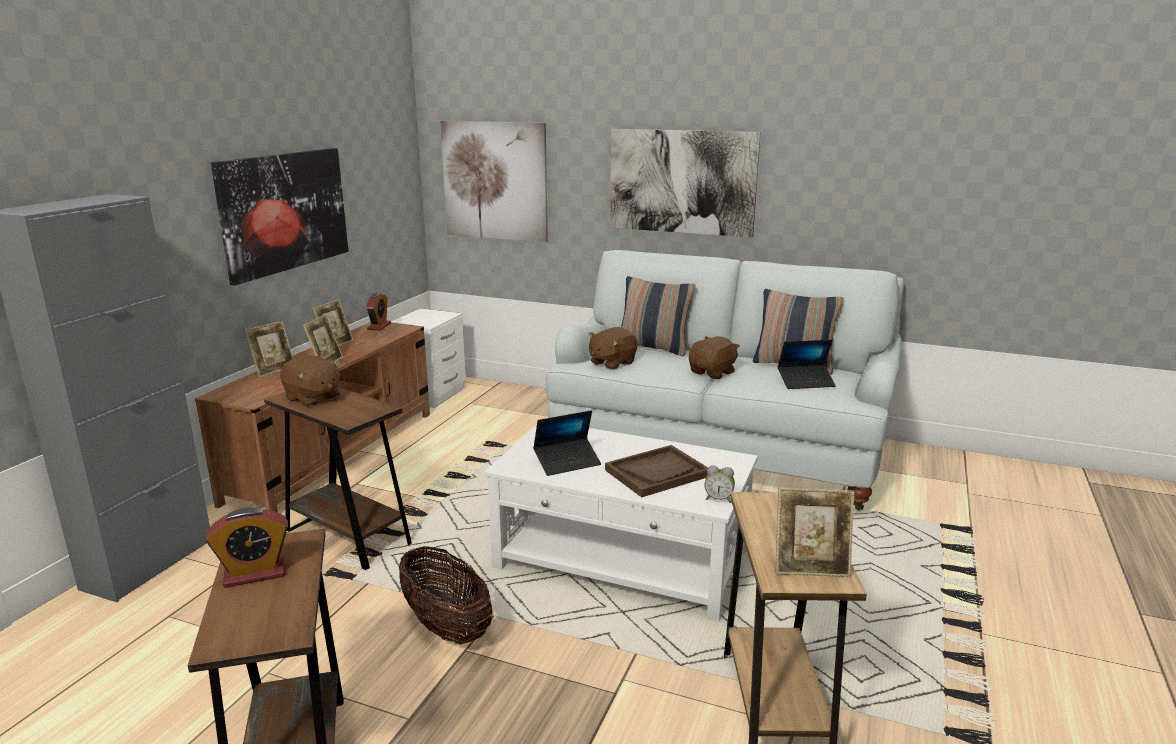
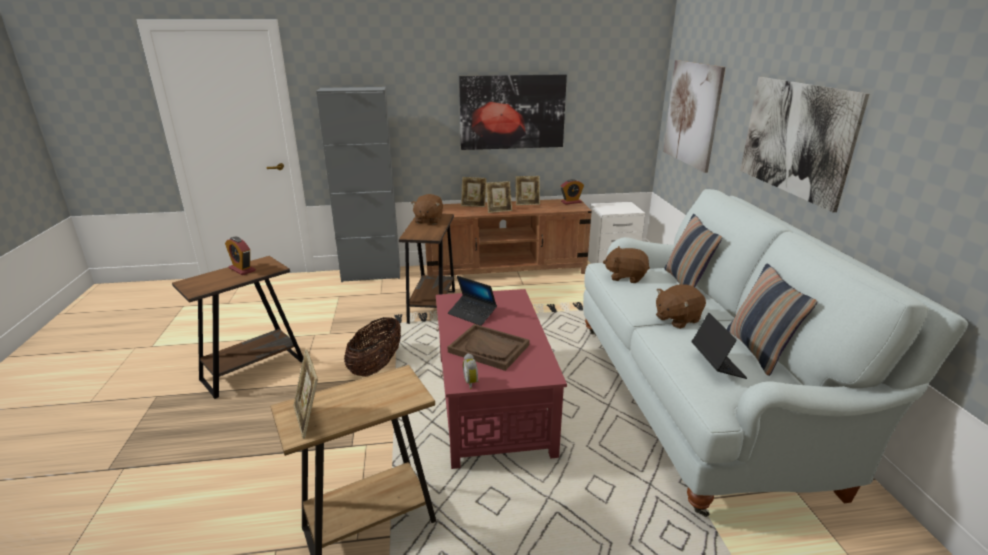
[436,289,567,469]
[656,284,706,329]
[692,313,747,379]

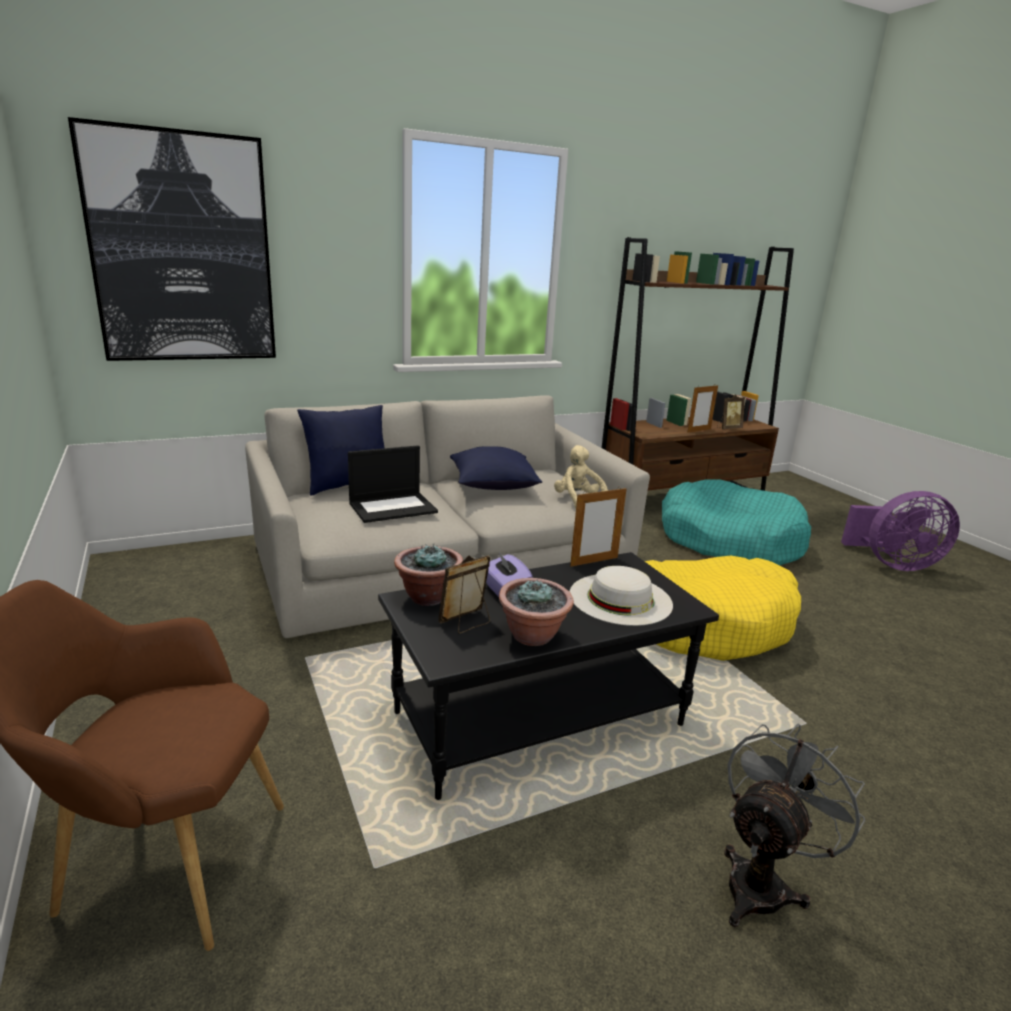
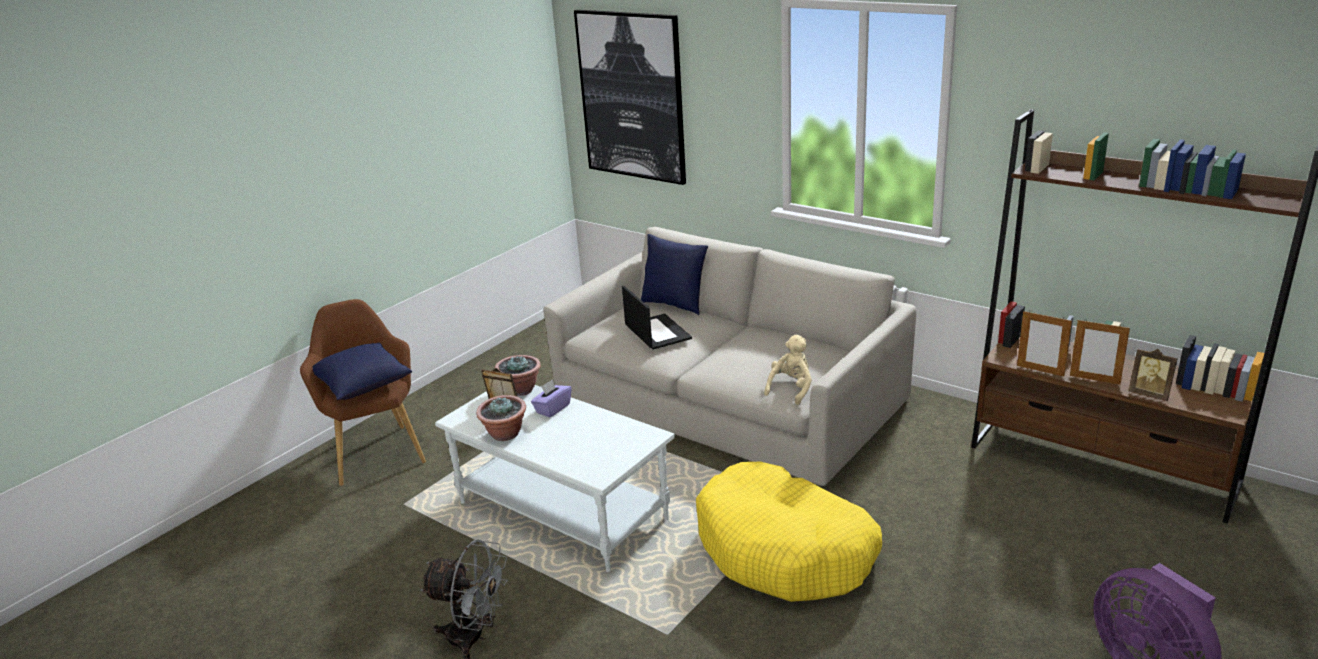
[313,343,412,400]
[435,385,675,572]
[622,286,692,350]
[1017,310,1072,376]
[570,566,673,626] (first image)
[662,479,811,565] (first image)

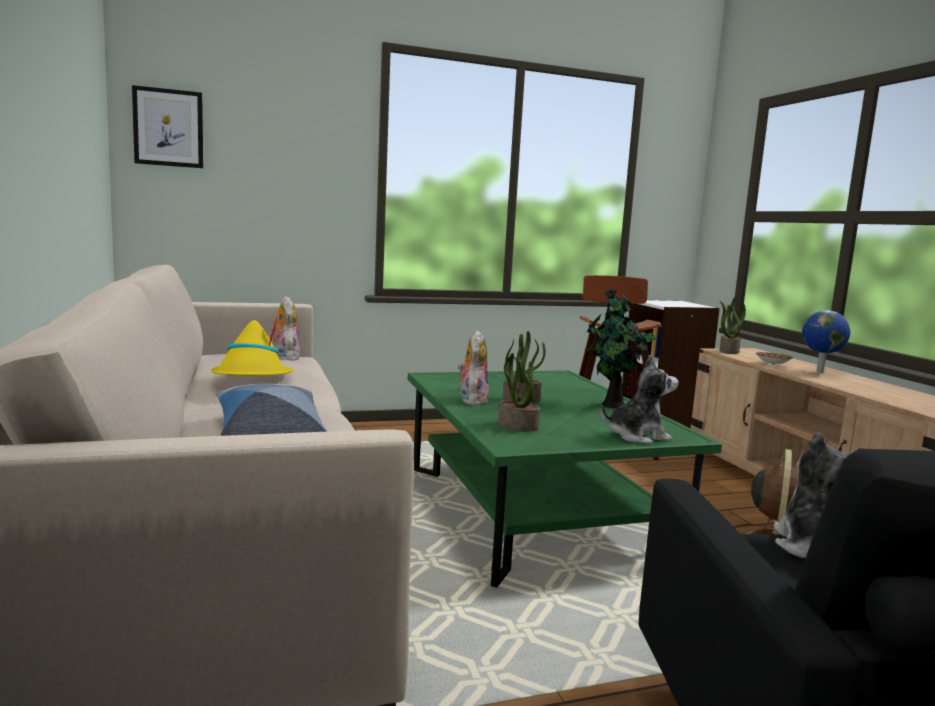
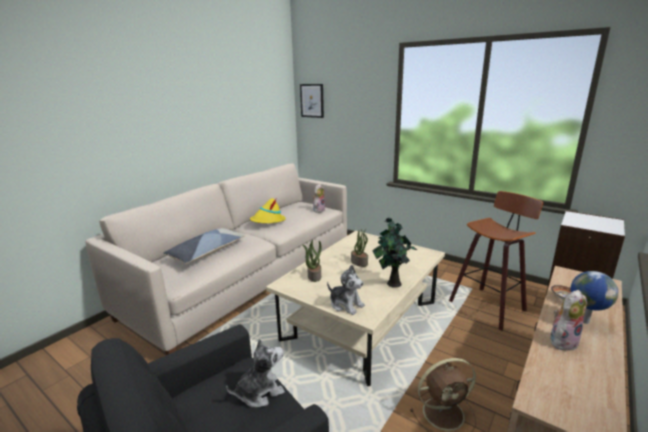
[266,231,445,386]
[550,290,587,351]
[719,297,746,354] (first image)

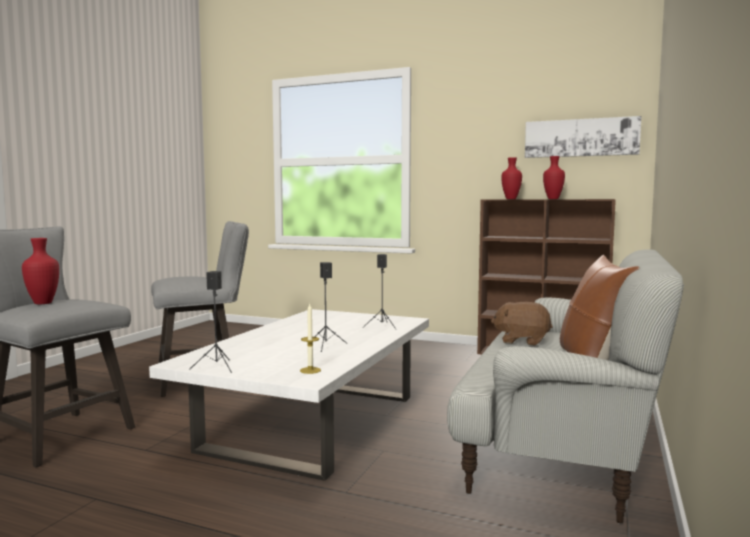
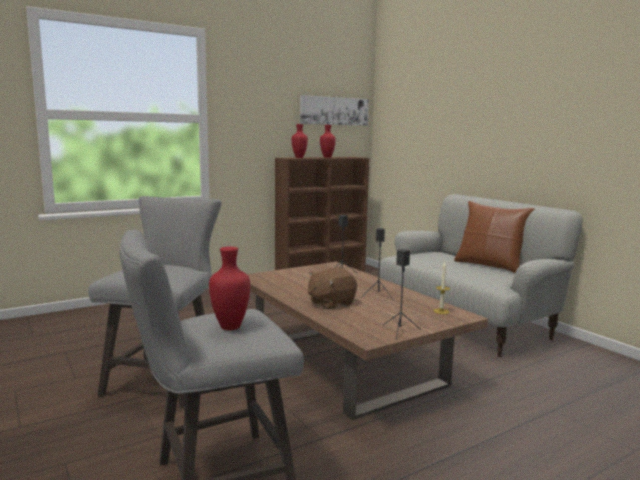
[247,262,488,420]
[308,268,357,310]

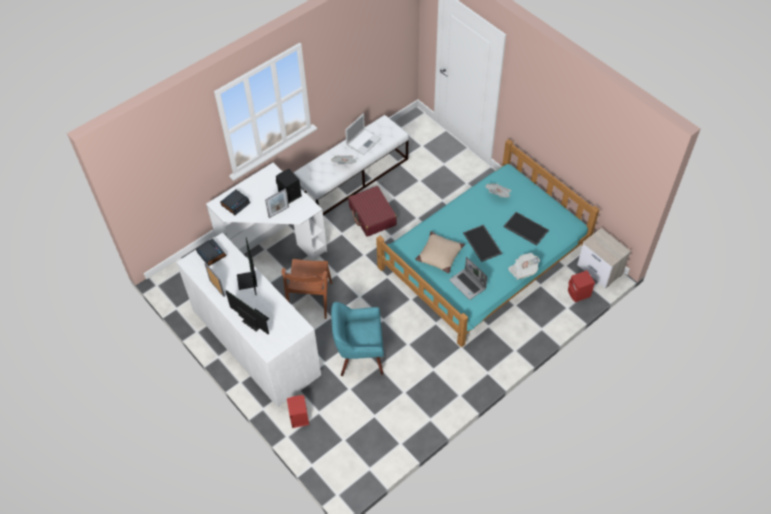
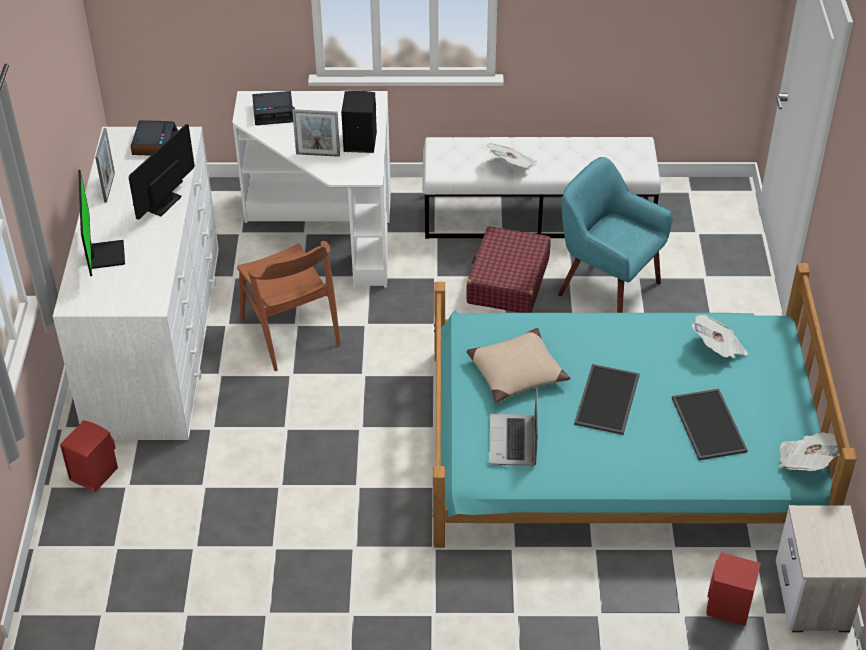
[237,241,341,371]
[558,157,672,313]
[779,432,840,471]
[345,114,381,155] (first image)

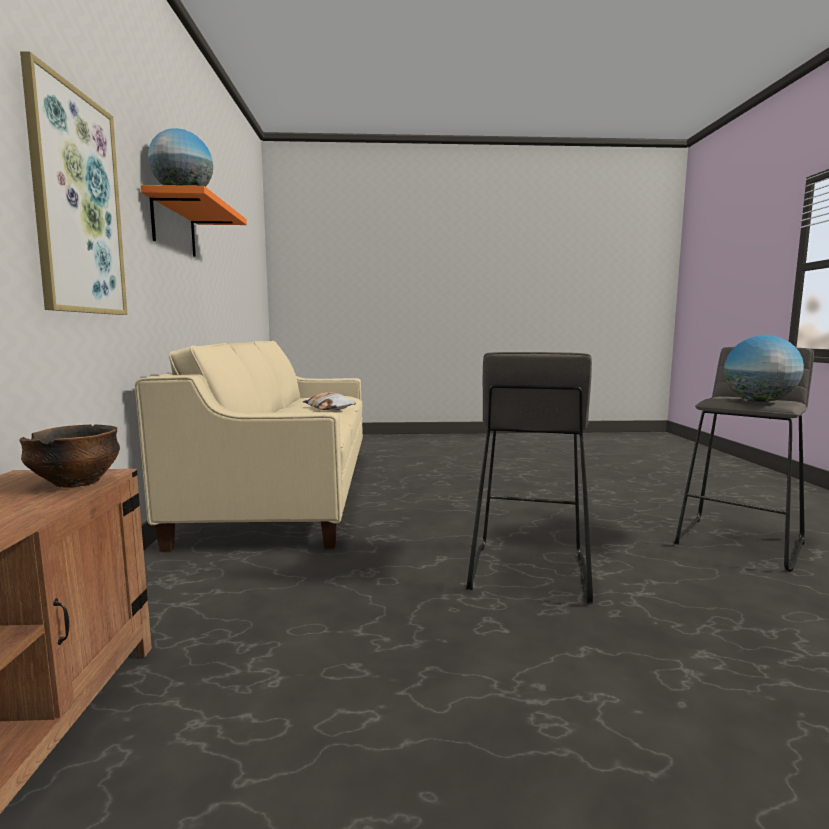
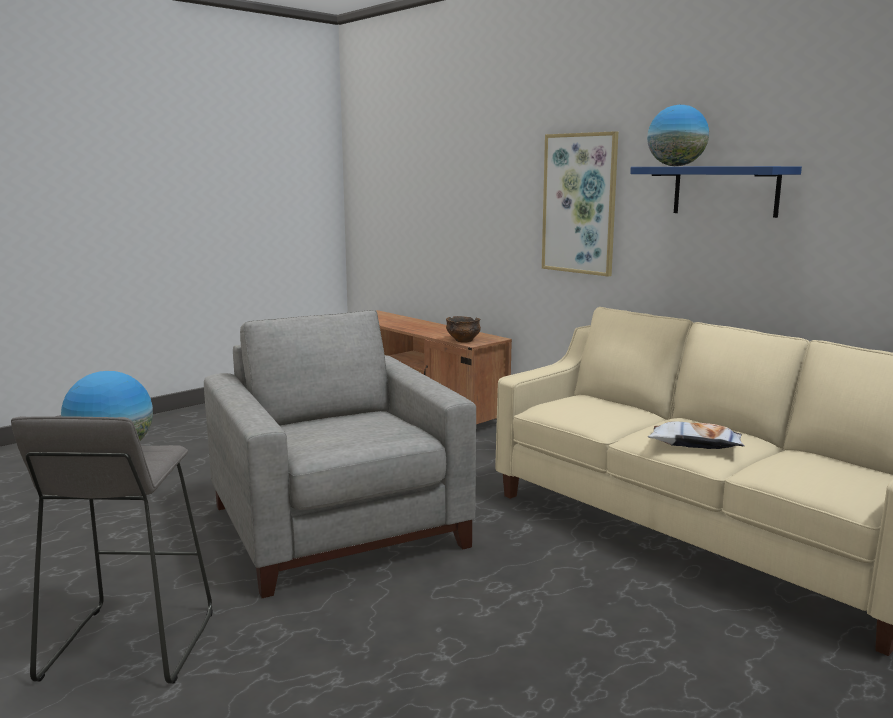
[204,310,476,598]
[630,166,802,218]

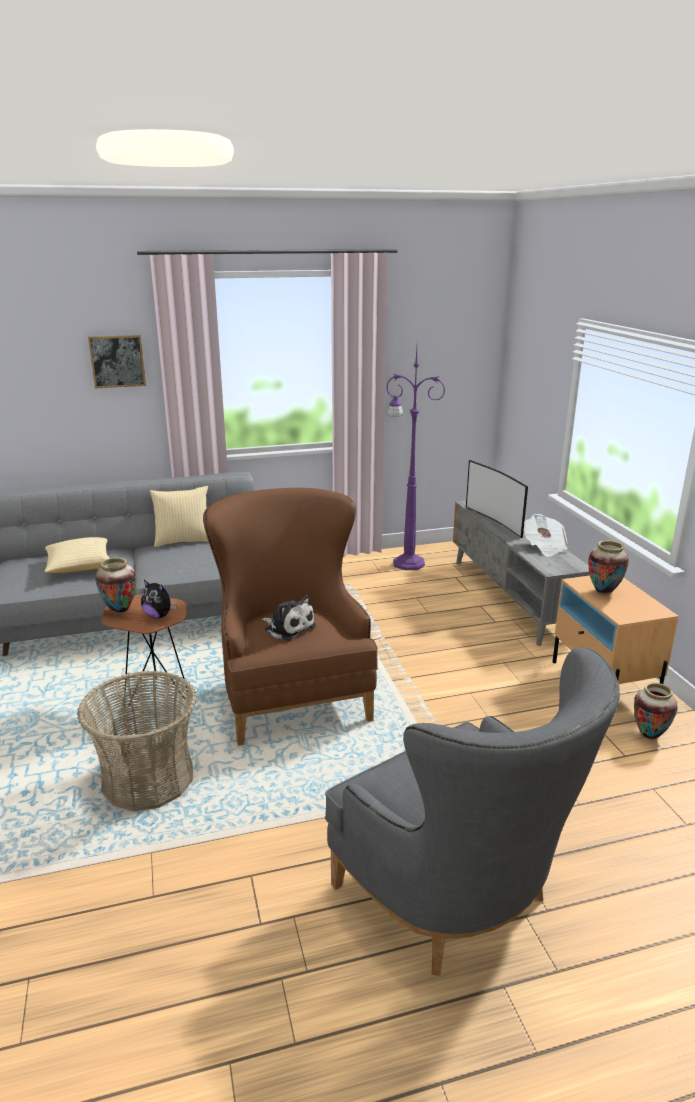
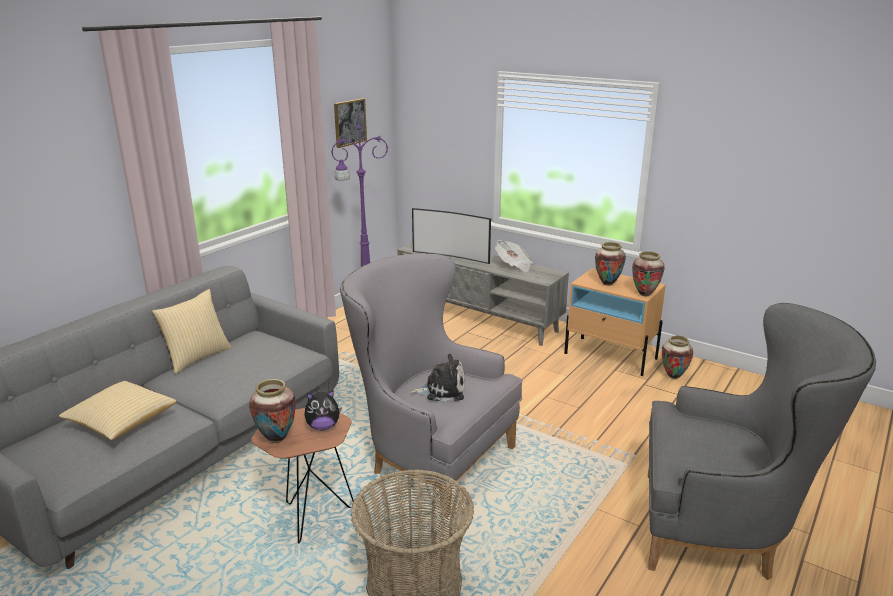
[334,98,367,148]
[340,254,523,517]
[632,251,665,296]

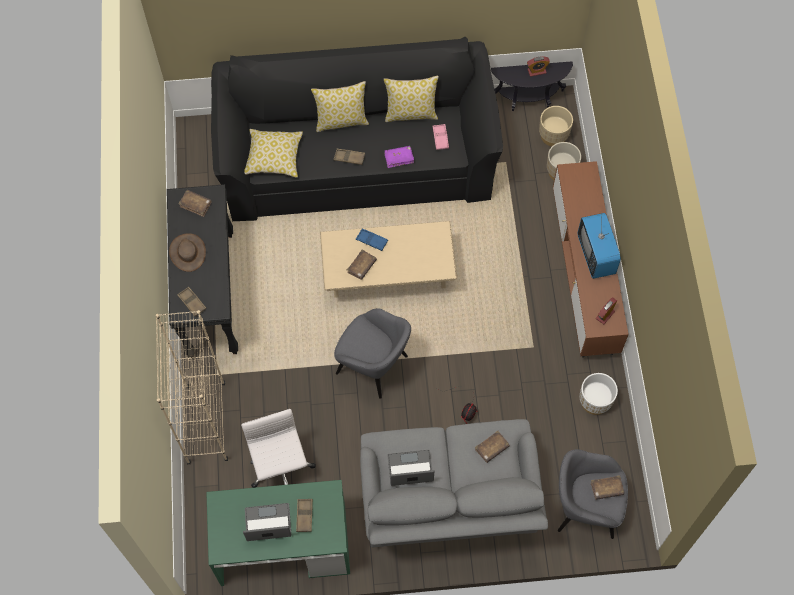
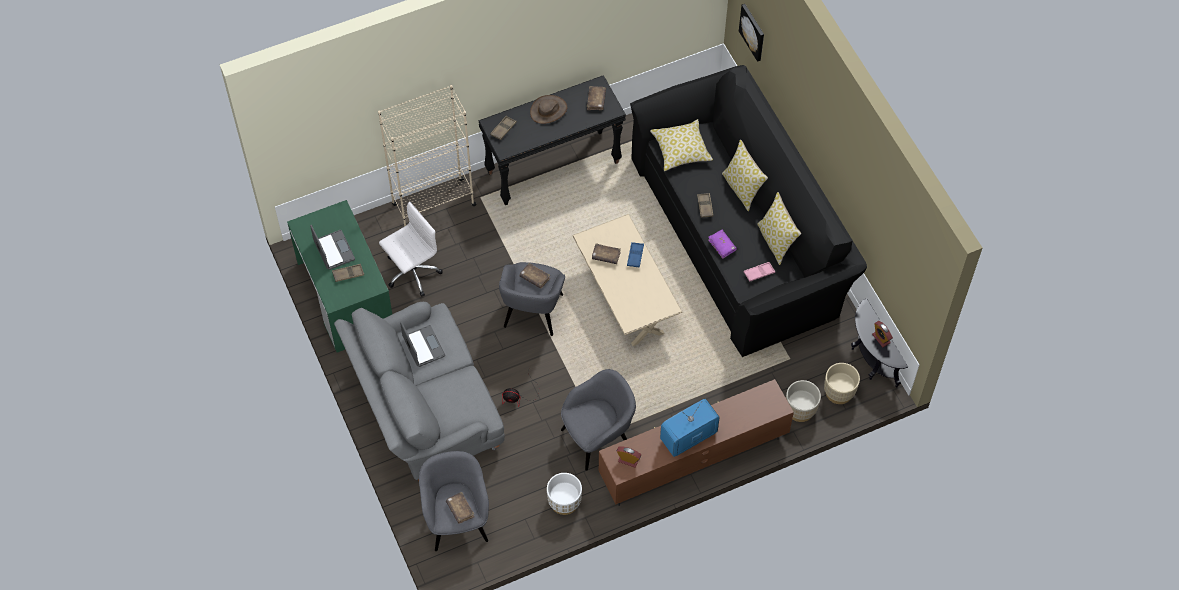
[520,263,550,289]
[561,369,636,471]
[739,4,764,62]

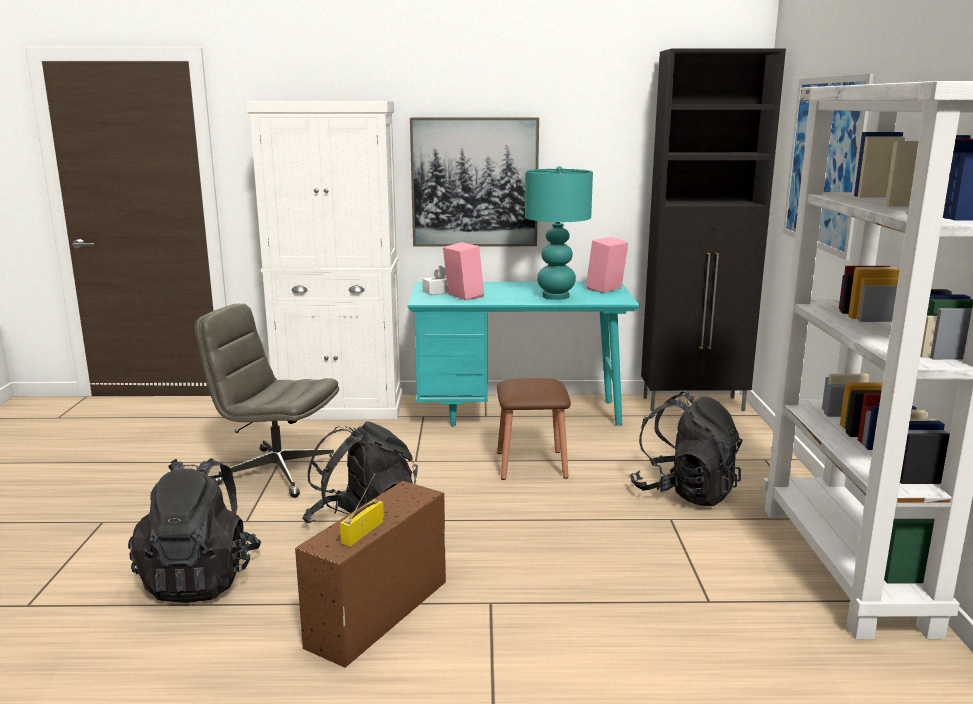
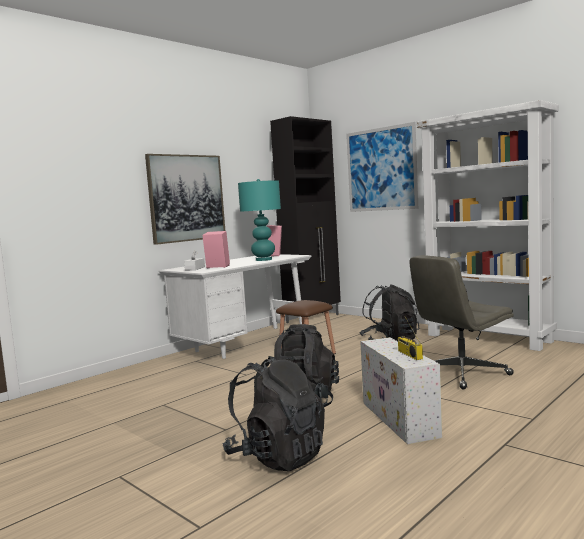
[159,254,312,359]
[360,337,442,444]
[410,255,514,389]
[246,101,403,420] (first image)

